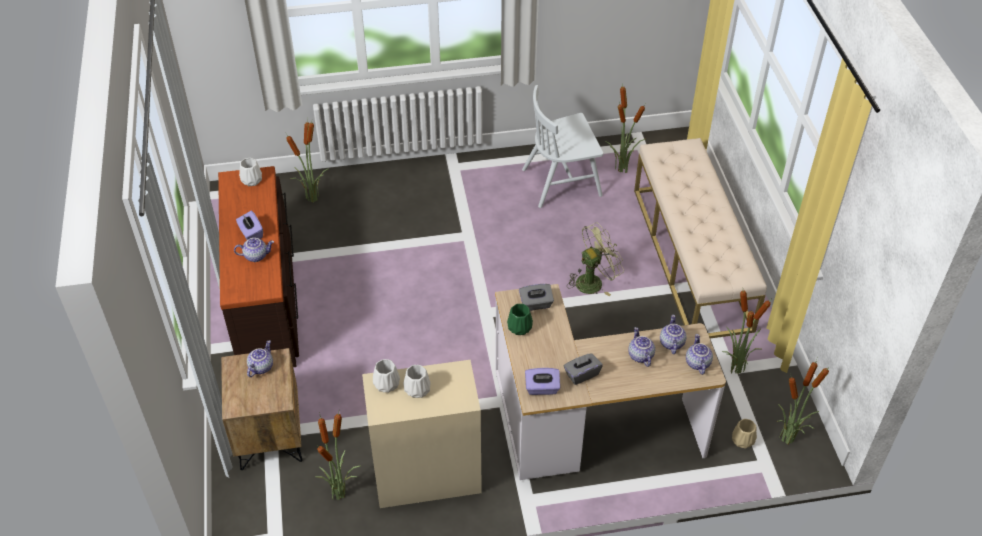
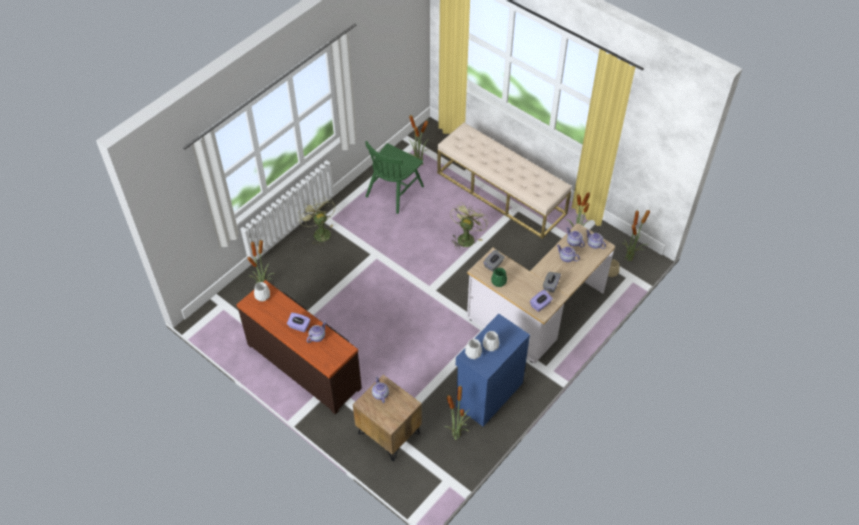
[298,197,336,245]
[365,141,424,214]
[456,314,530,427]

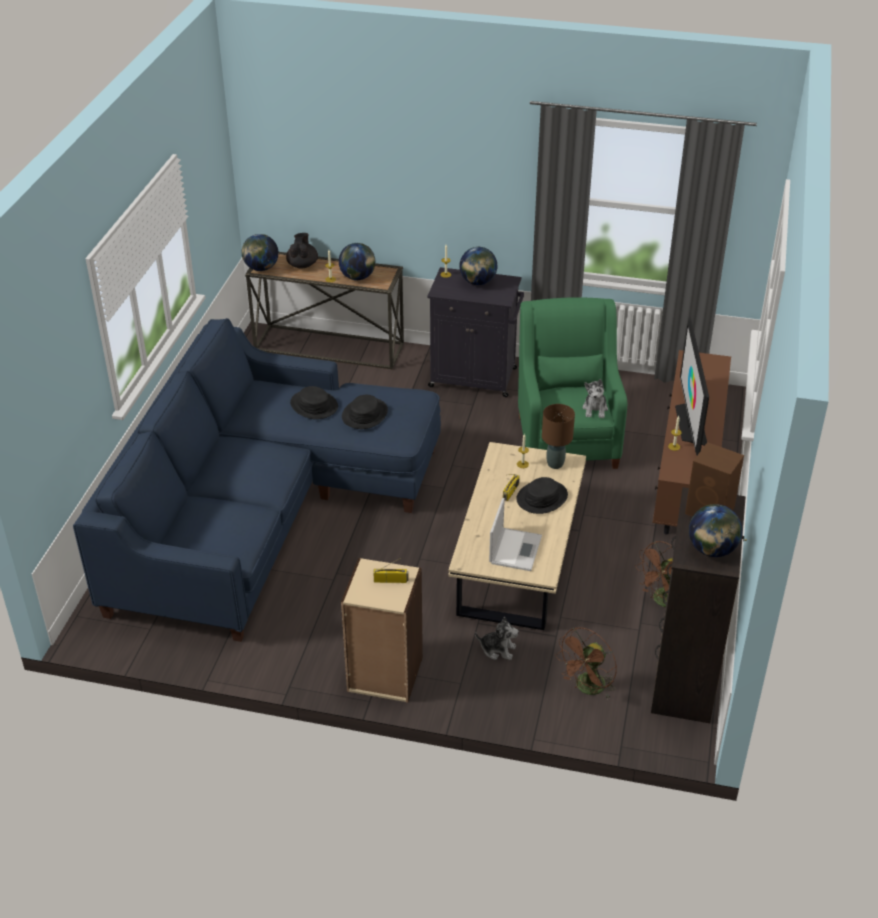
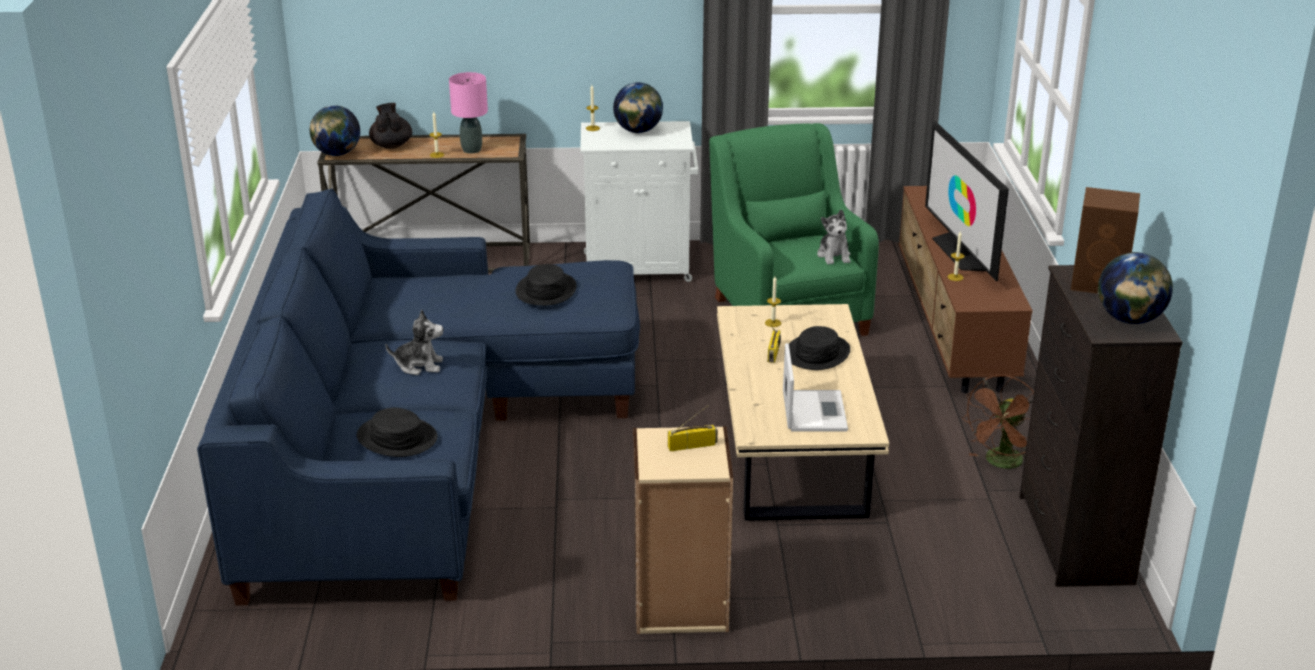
[357,408,438,457]
[386,310,443,375]
[449,72,488,154]
[580,121,698,282]
[542,404,575,469] (first image)
[555,627,617,699] (first image)

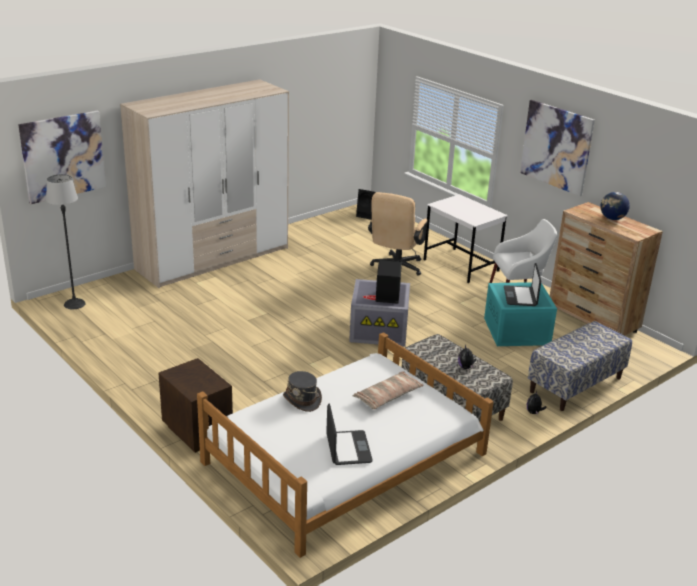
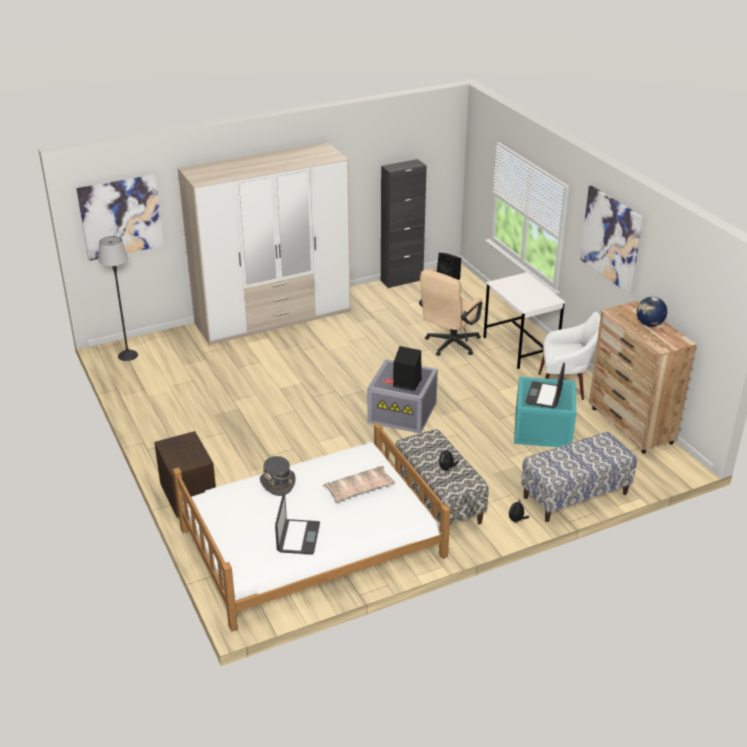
[381,159,427,288]

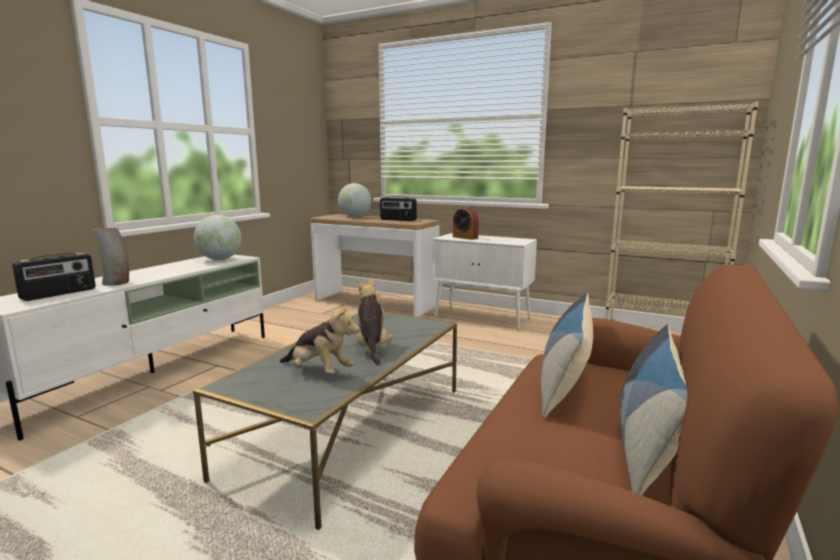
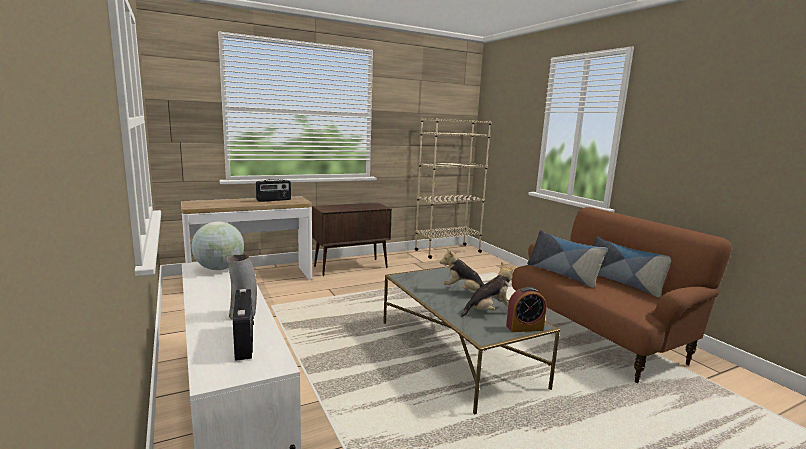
[312,203,392,276]
[506,287,547,332]
[338,183,371,217] (first image)

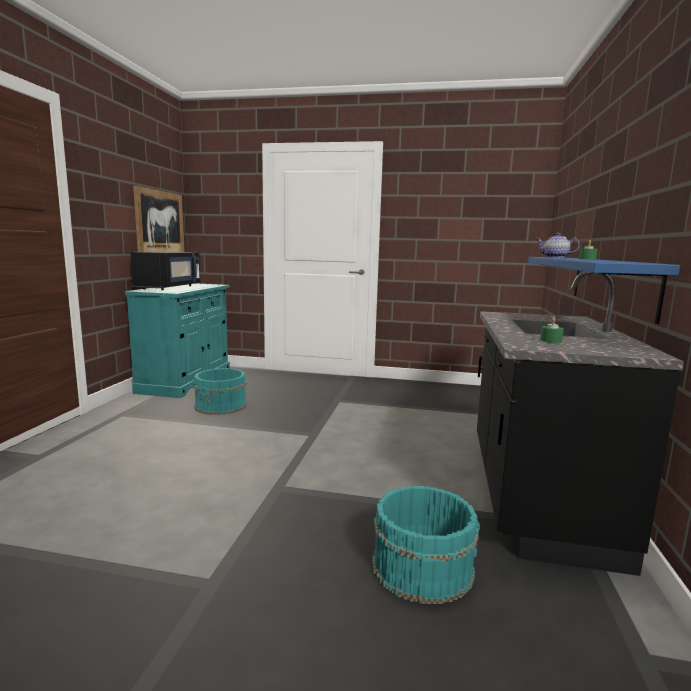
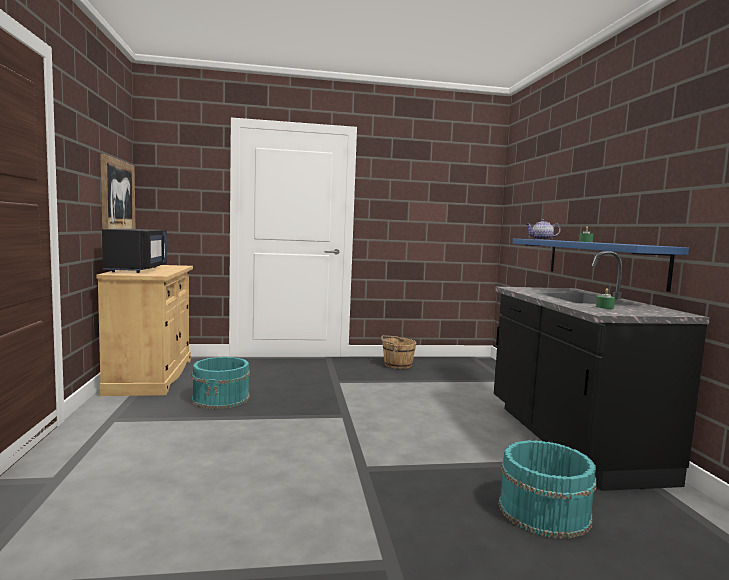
[96,265,193,396]
[381,335,416,369]

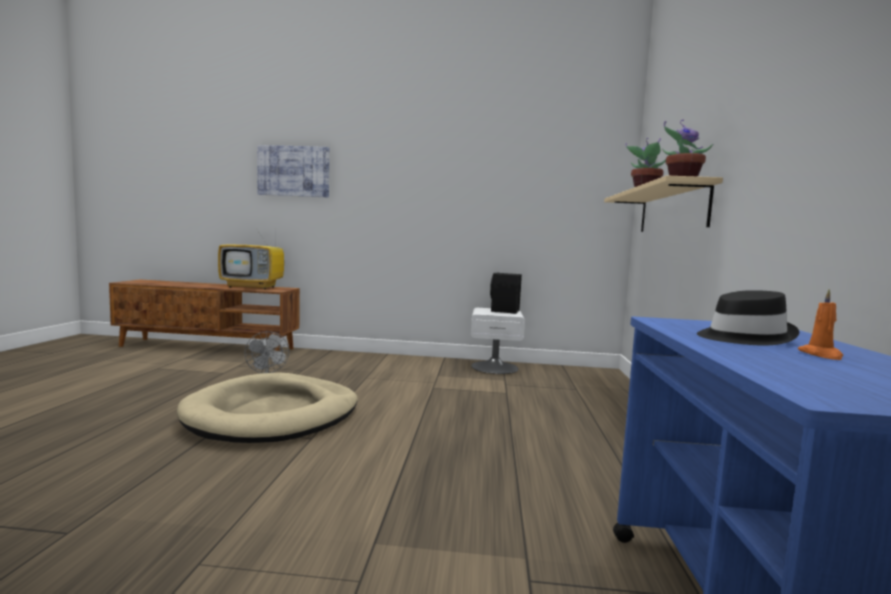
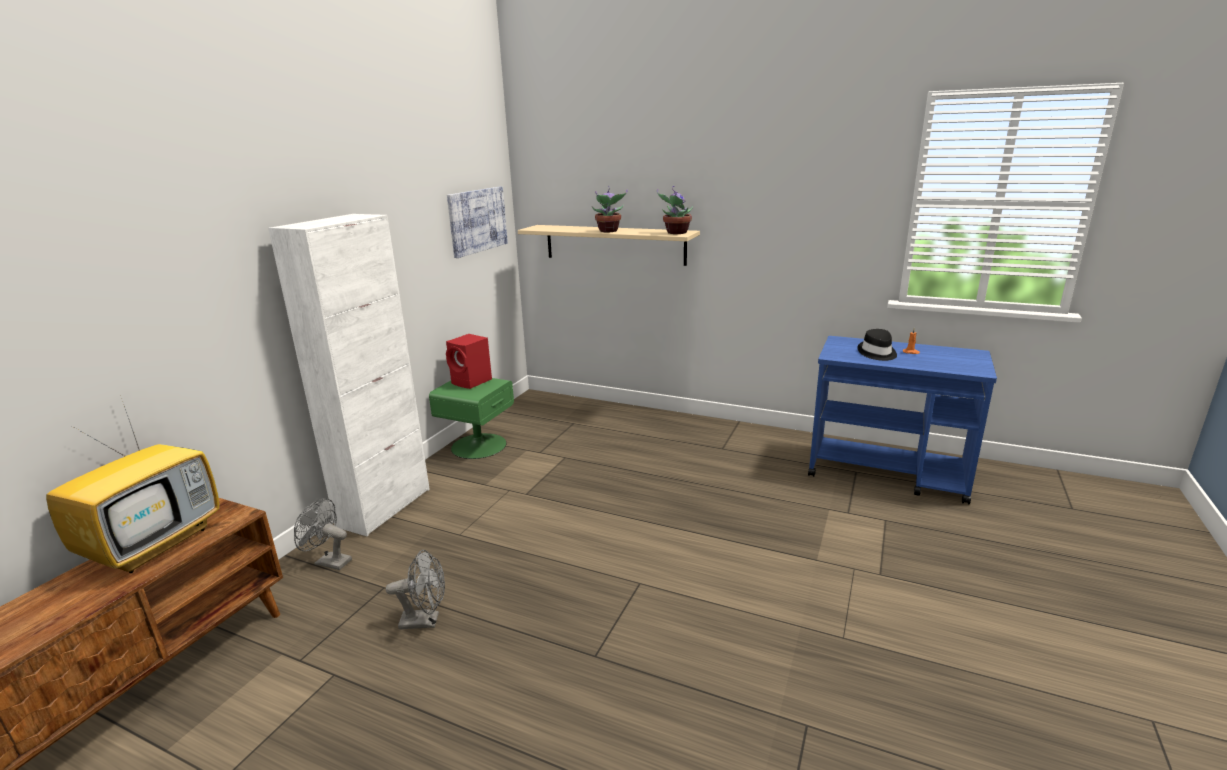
[268,214,430,536]
[294,498,352,570]
[429,378,514,459]
[446,334,492,389]
[447,187,508,258]
[177,373,358,443] (first image)

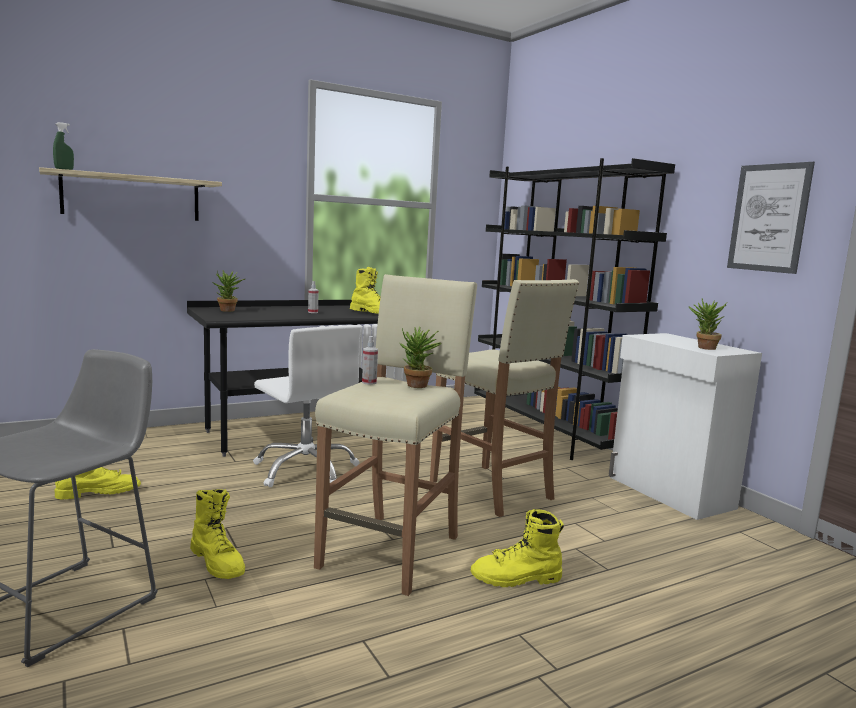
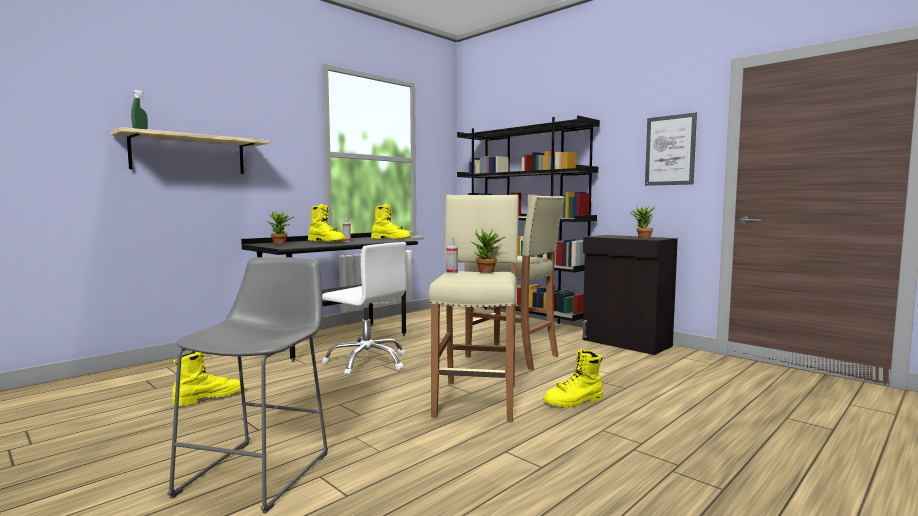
[308,204,346,242]
[583,235,678,355]

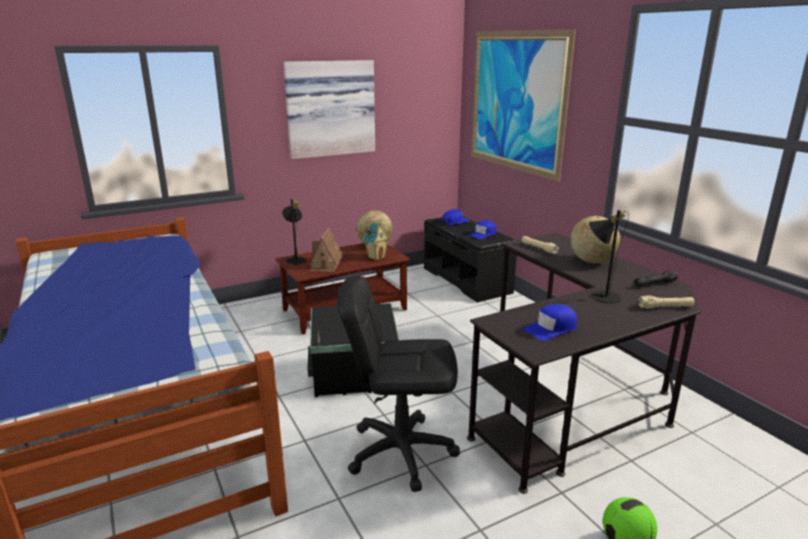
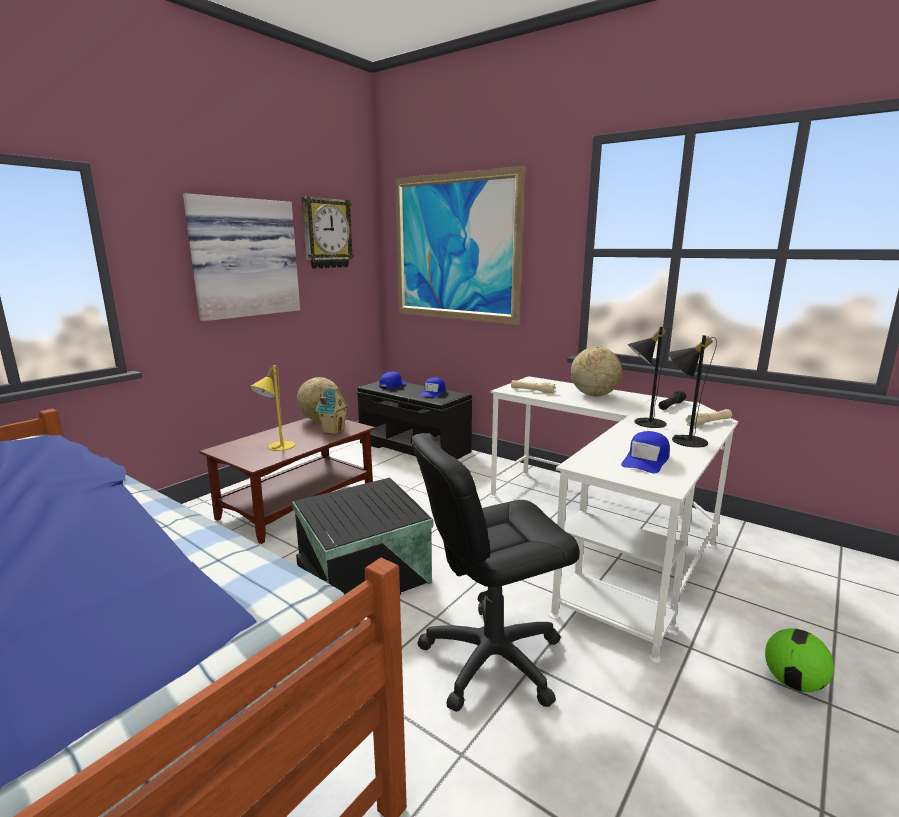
[249,365,295,451]
[301,196,355,268]
[490,376,738,663]
[669,335,717,448]

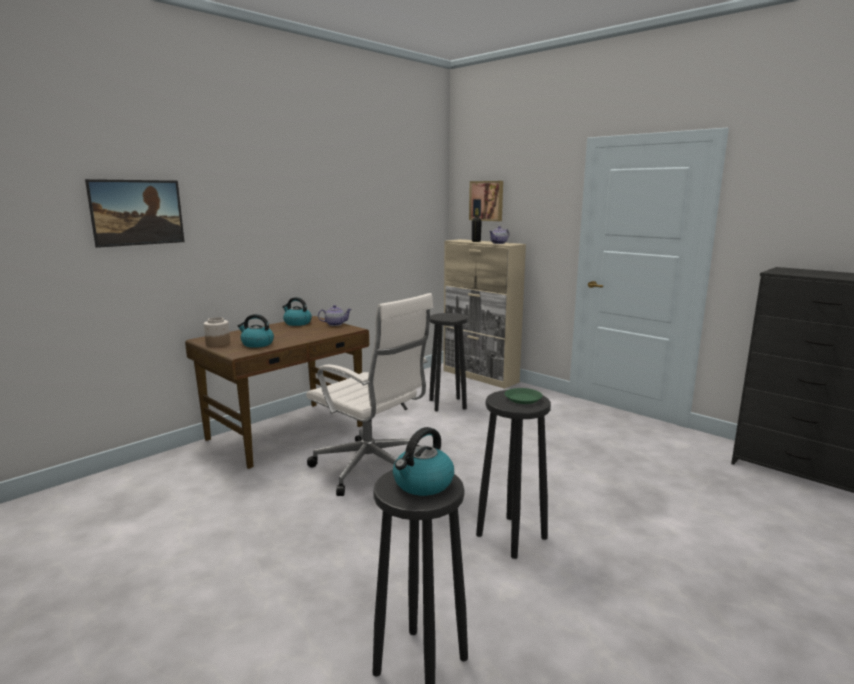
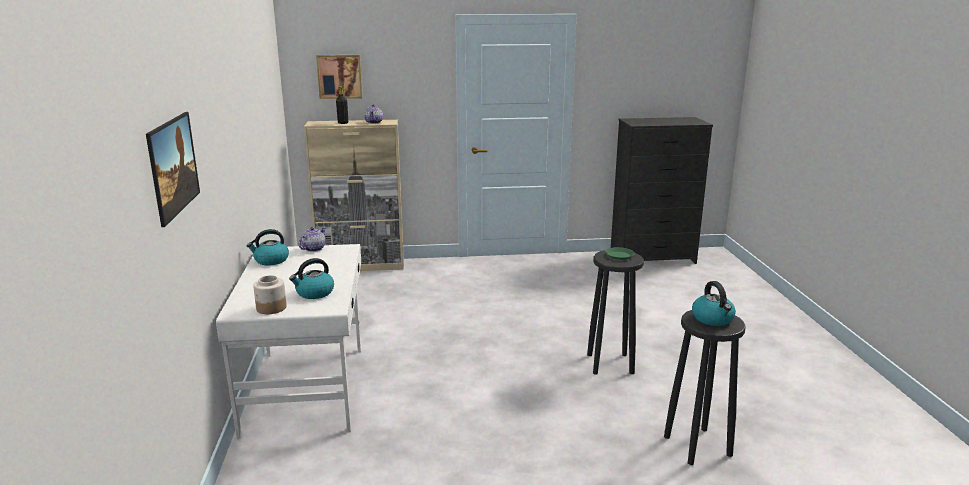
[216,244,361,439]
[306,293,433,496] (first image)
[429,313,468,411] (first image)

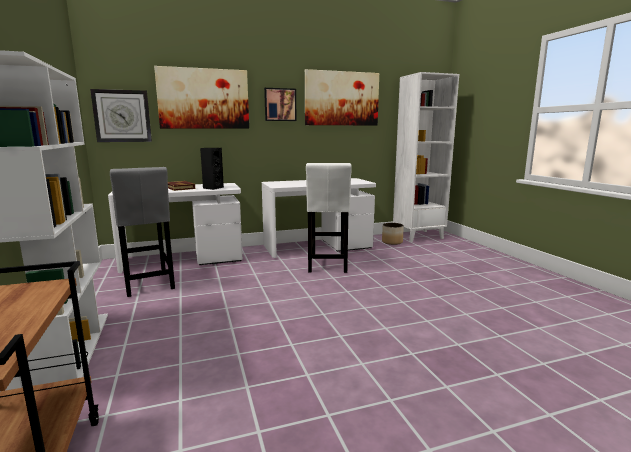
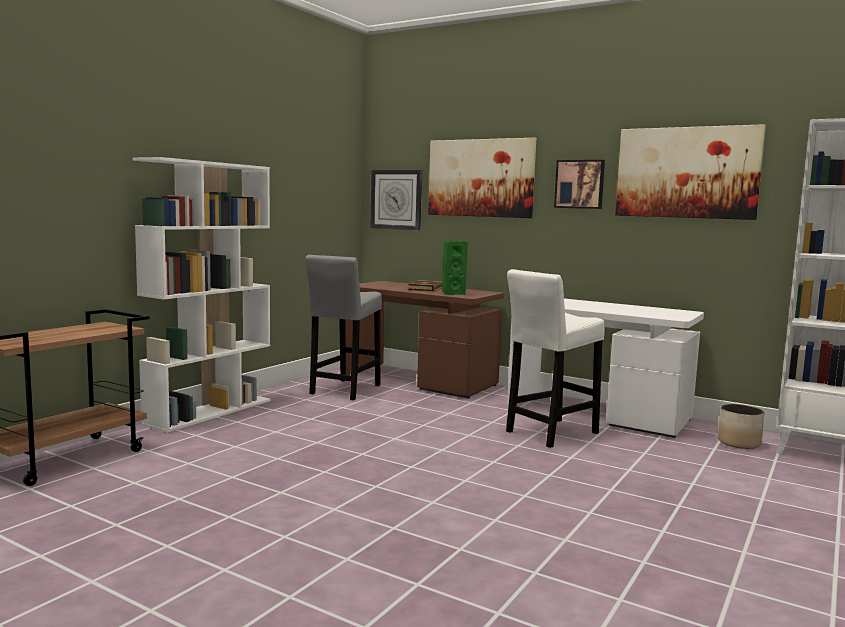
[345,281,504,399]
[442,241,468,295]

